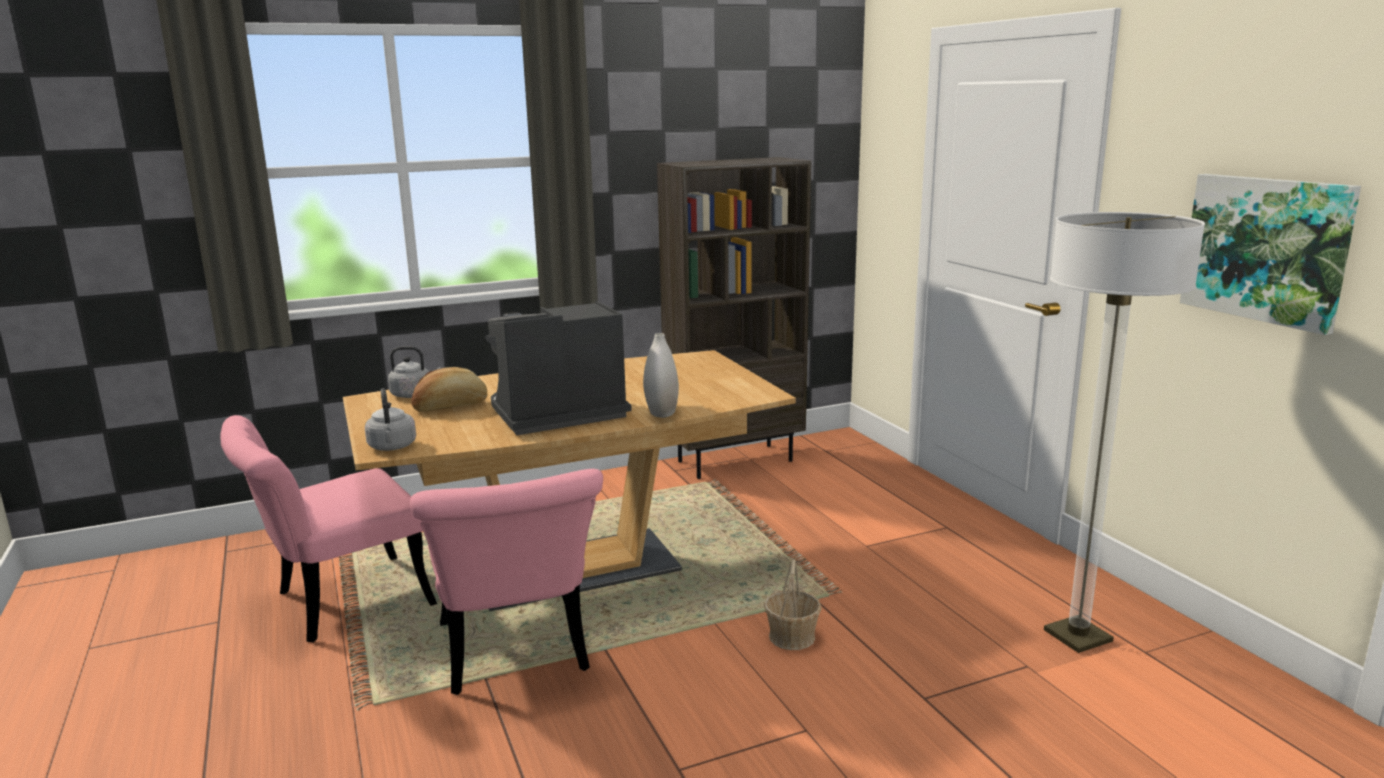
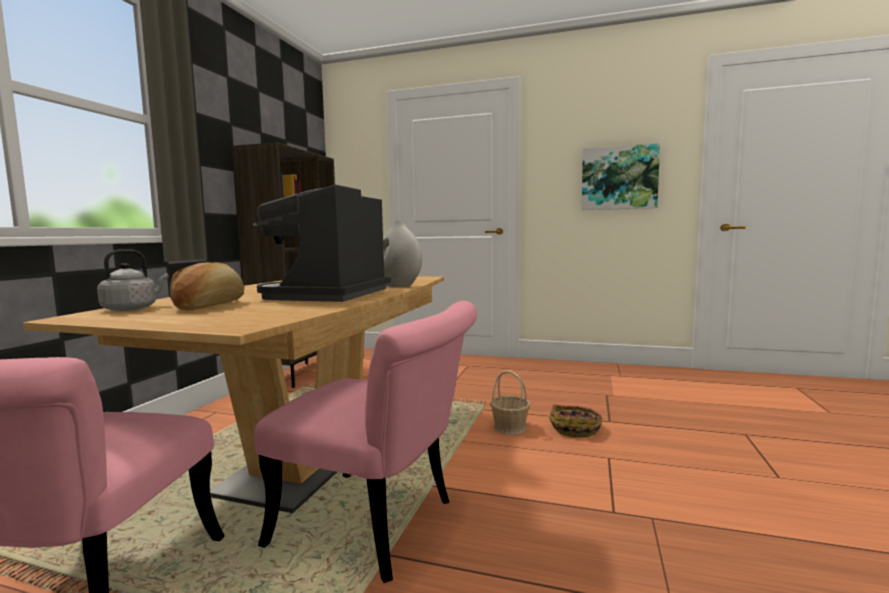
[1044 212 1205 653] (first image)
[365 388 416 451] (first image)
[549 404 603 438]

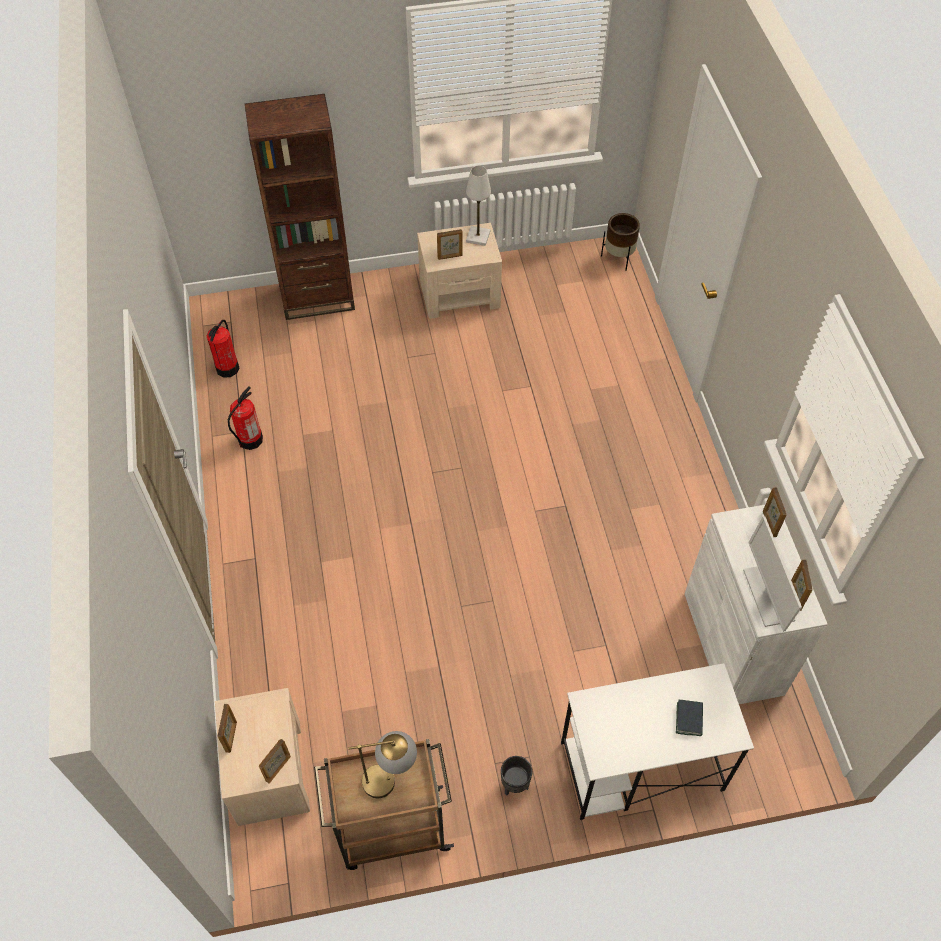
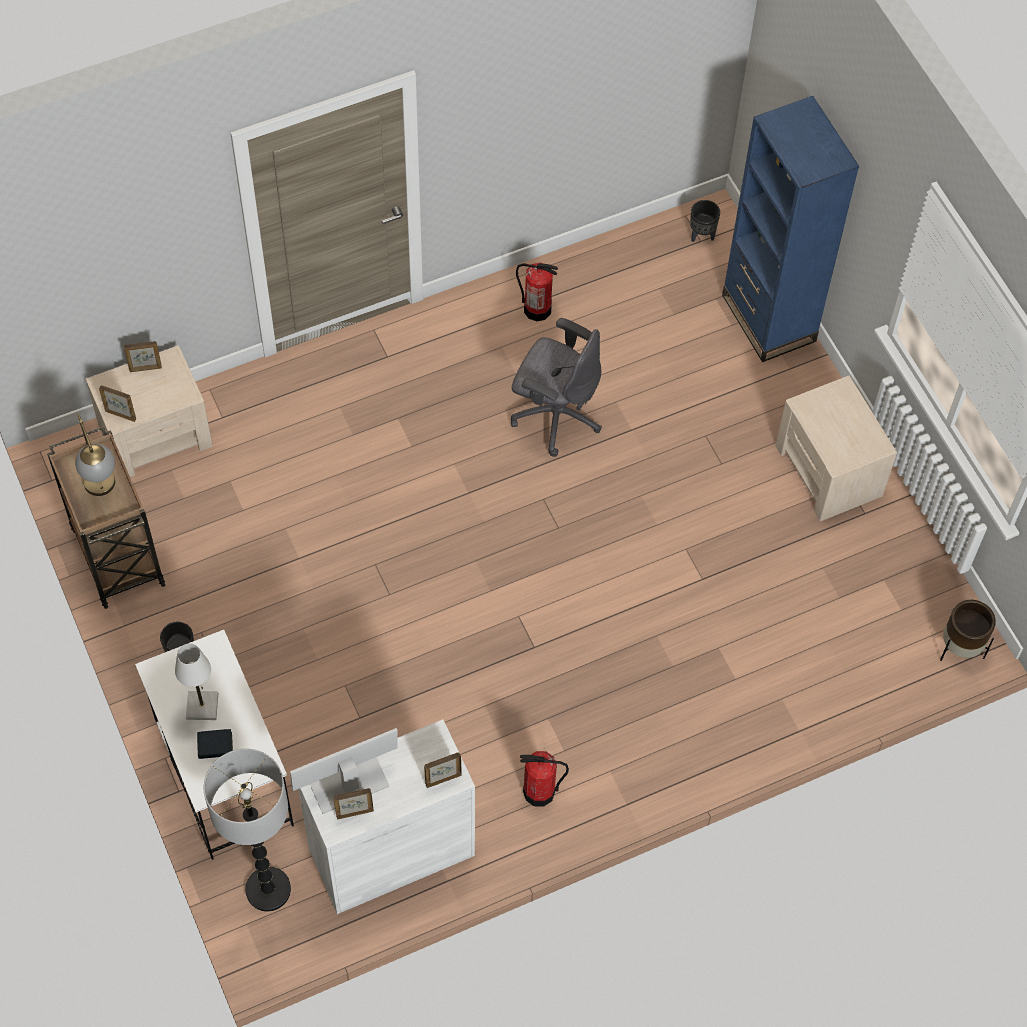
[722 96 859 362]
[175 643 218 720]
[437 229 463 260] (first image)
[520 751 569 806]
[690 200 720 242]
[511 318 602 457]
[203 749 291 912]

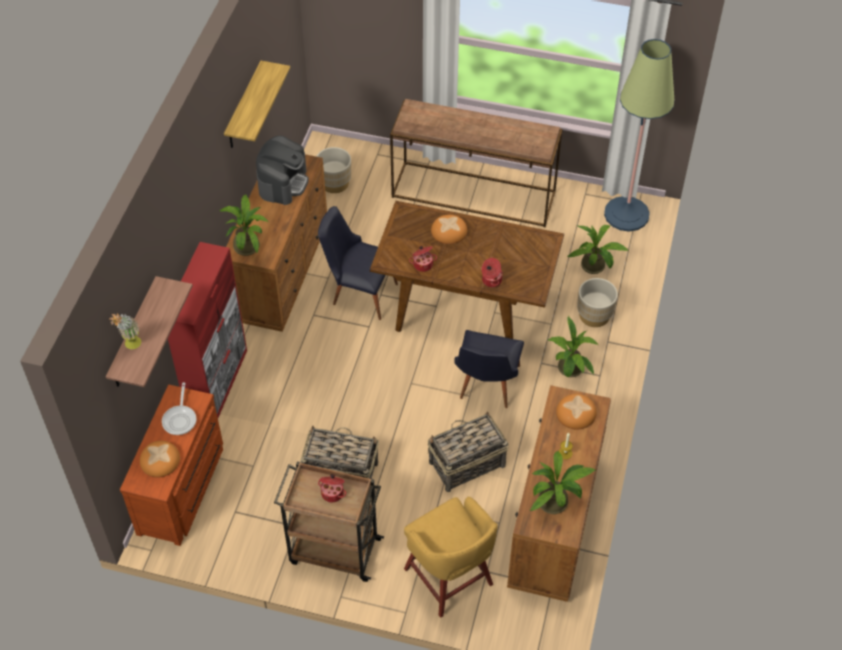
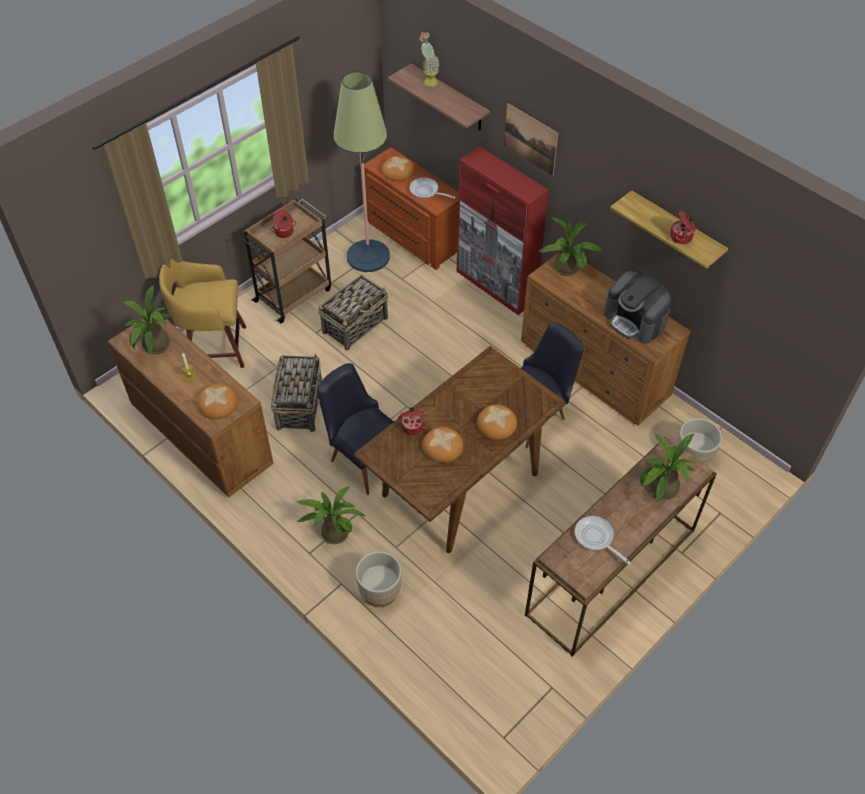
[334 71 390 272]
[640 433 697 502]
[670 211 695 244]
[504 103 558 176]
[422 427 464 463]
[575 516 631 565]

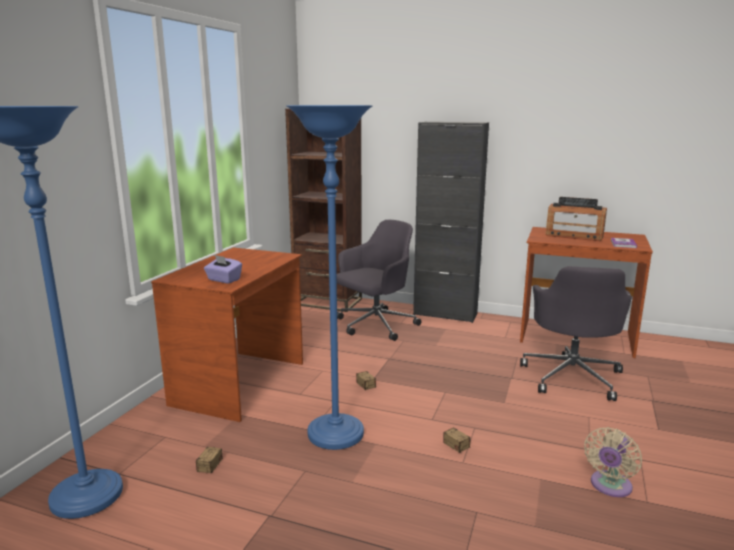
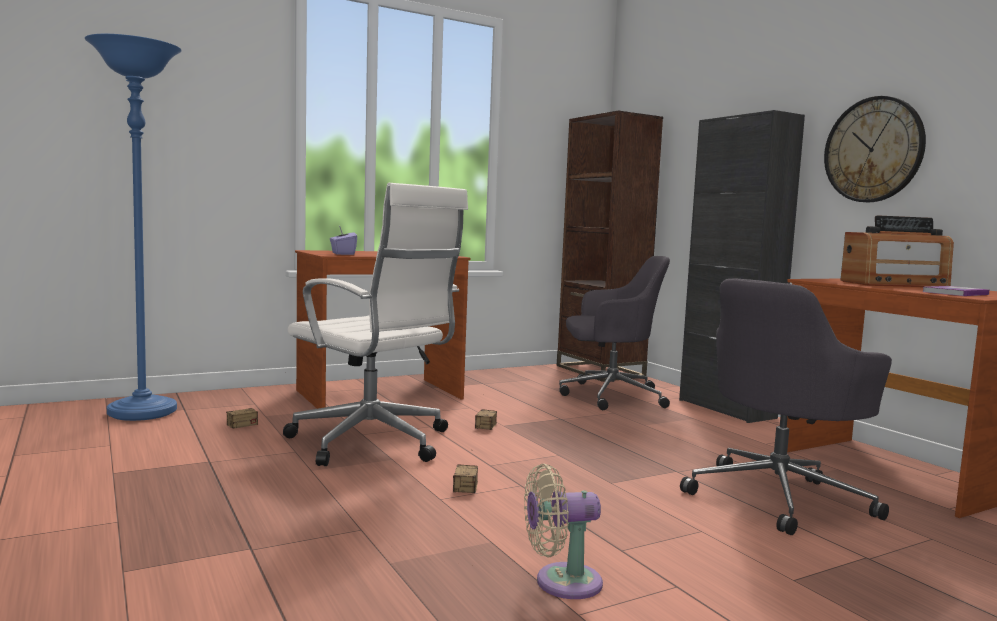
[283 183 468 466]
[840 215 954 287]
[824 96 926 202]

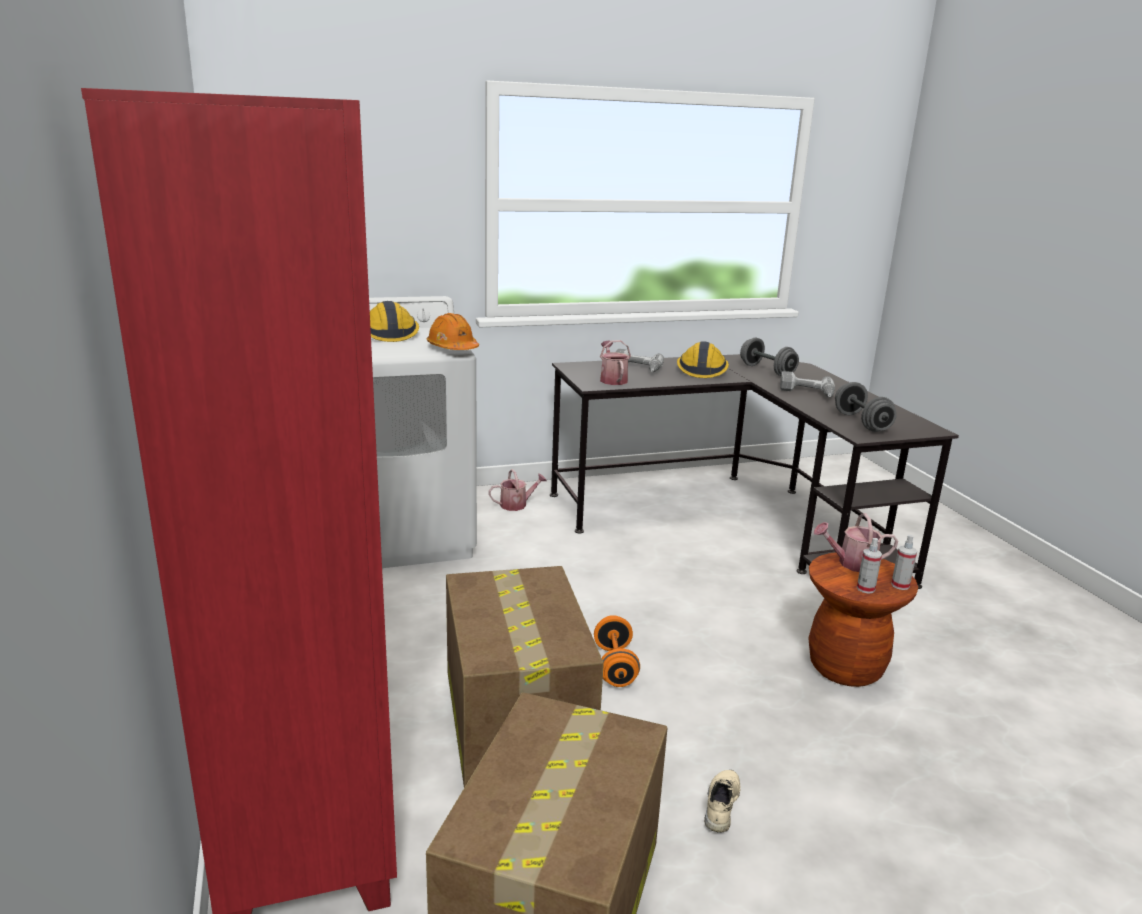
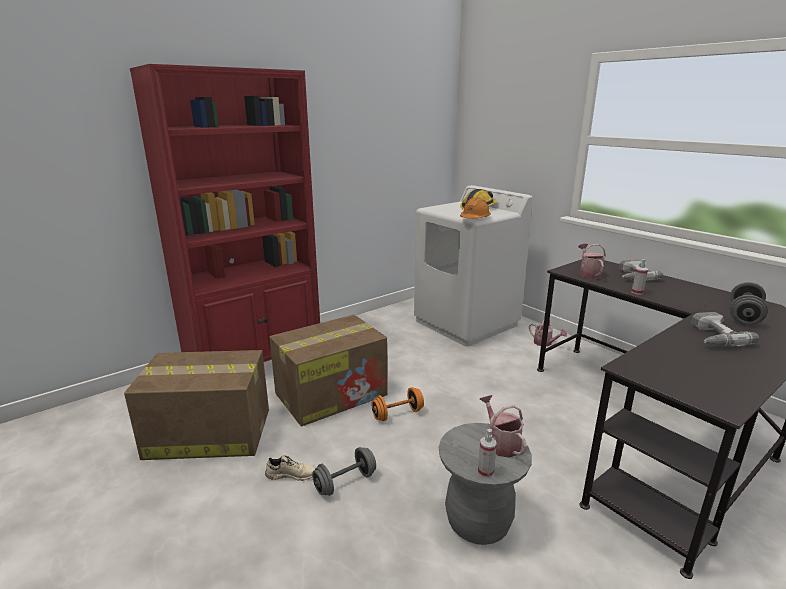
[578 243 606 278]
[677 342 729 378] (first image)
[312 447 376 496]
[631 259 648 295]
[439 423 532 545]

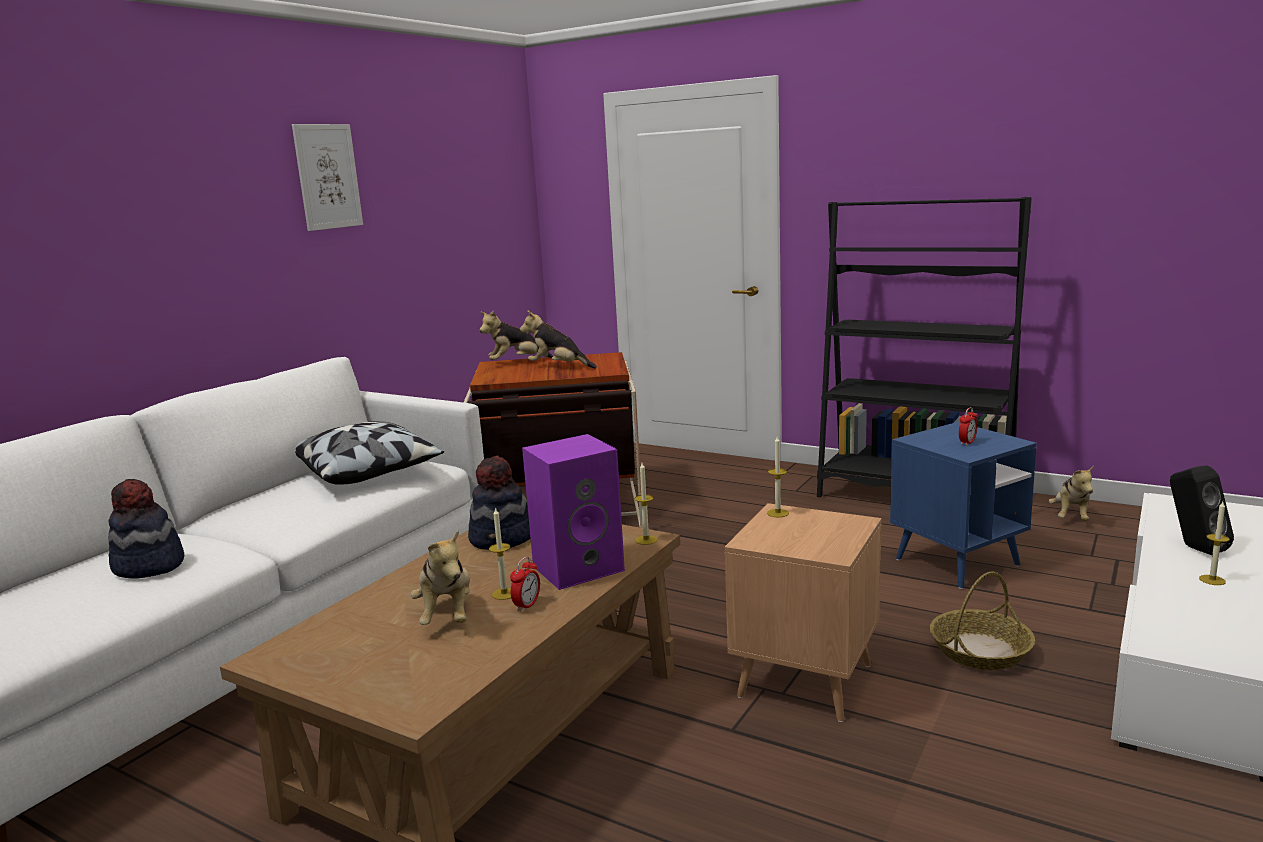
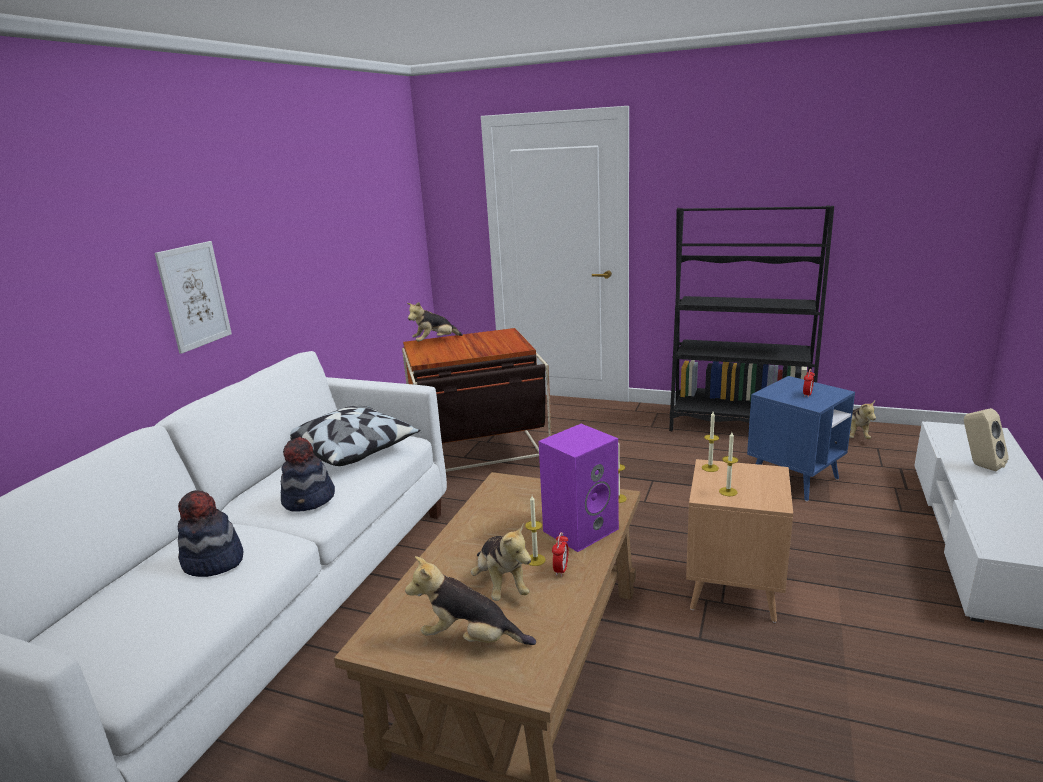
[154 241 232 354]
[405 556 536 645]
[281 437 335 512]
[964 408 1009 471]
[719 432 738 496]
[930 571 1035 670] (first image)

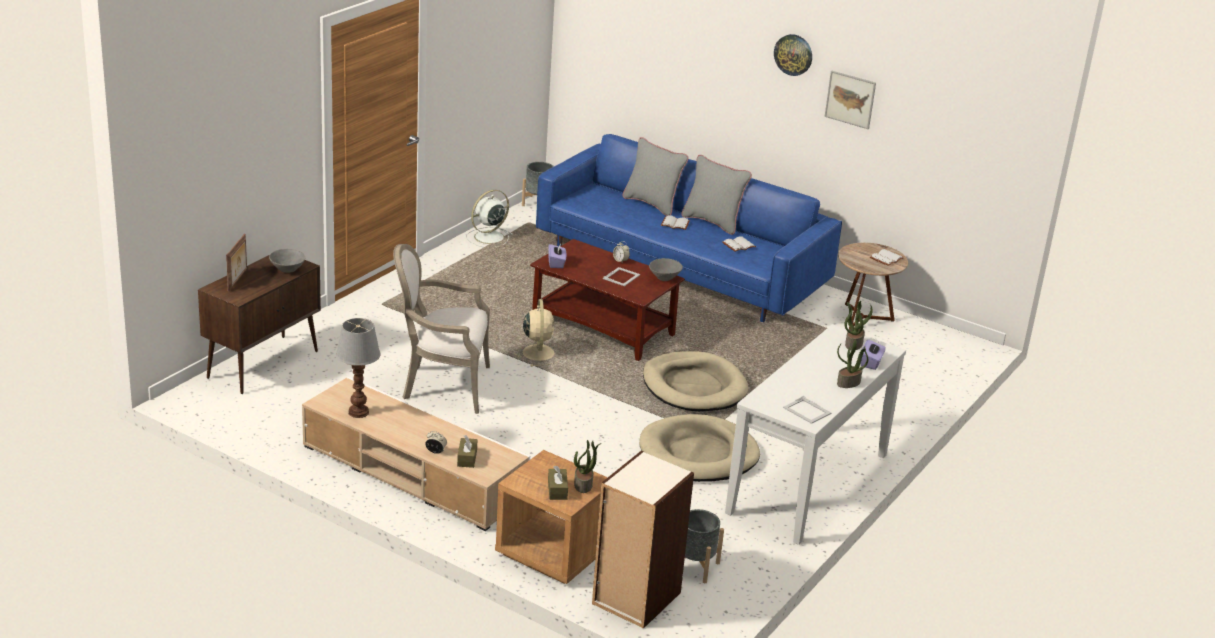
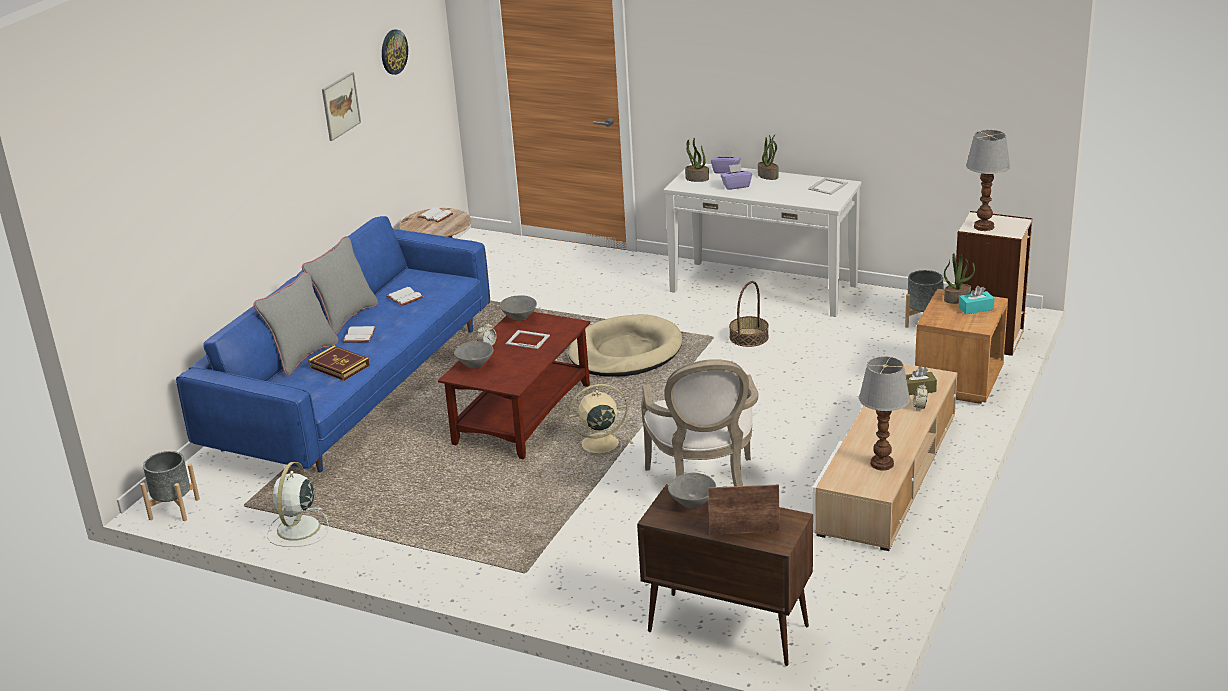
[382 30 408 75]
[267 462 329 547]
[720 164 752 190]
[729 281 769 347]
[958 286 994 315]
[966 130 1010 231]
[454 341 494 369]
[308 346 370 381]

